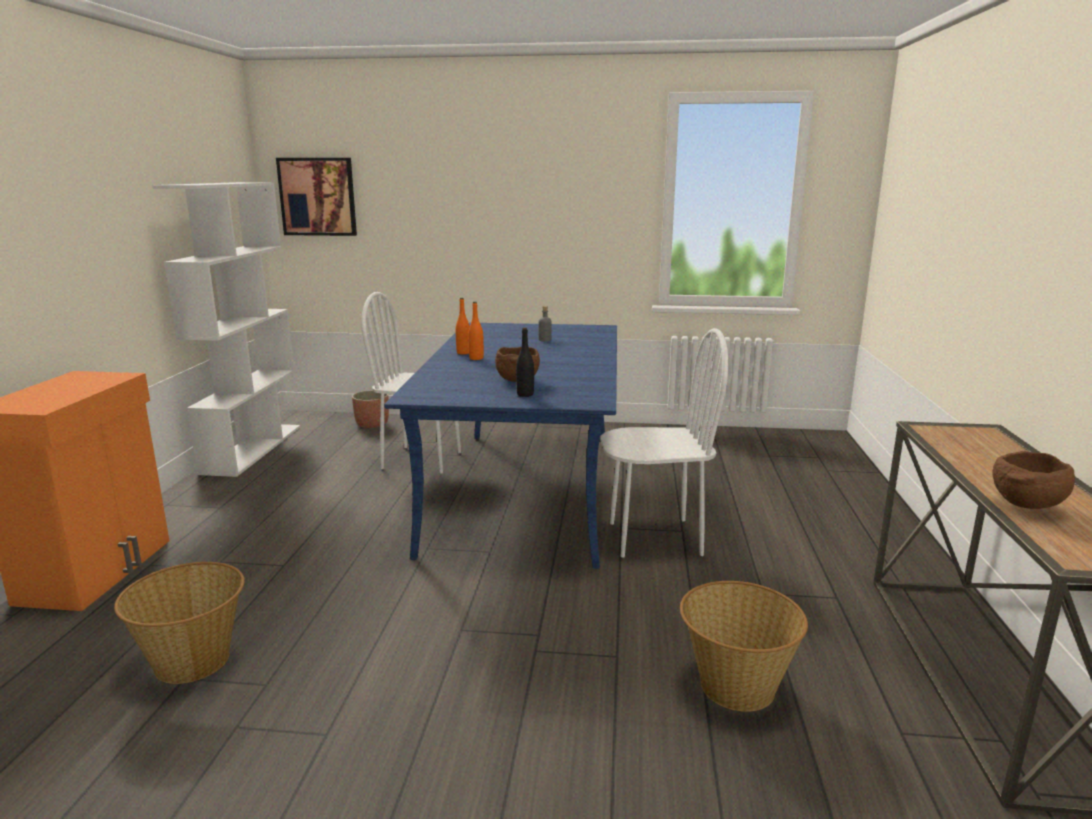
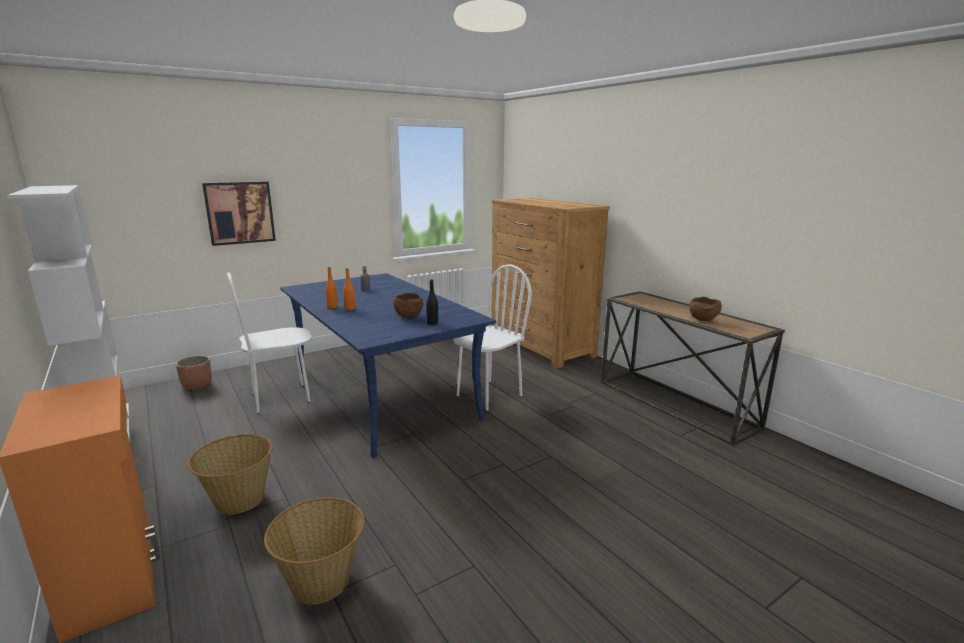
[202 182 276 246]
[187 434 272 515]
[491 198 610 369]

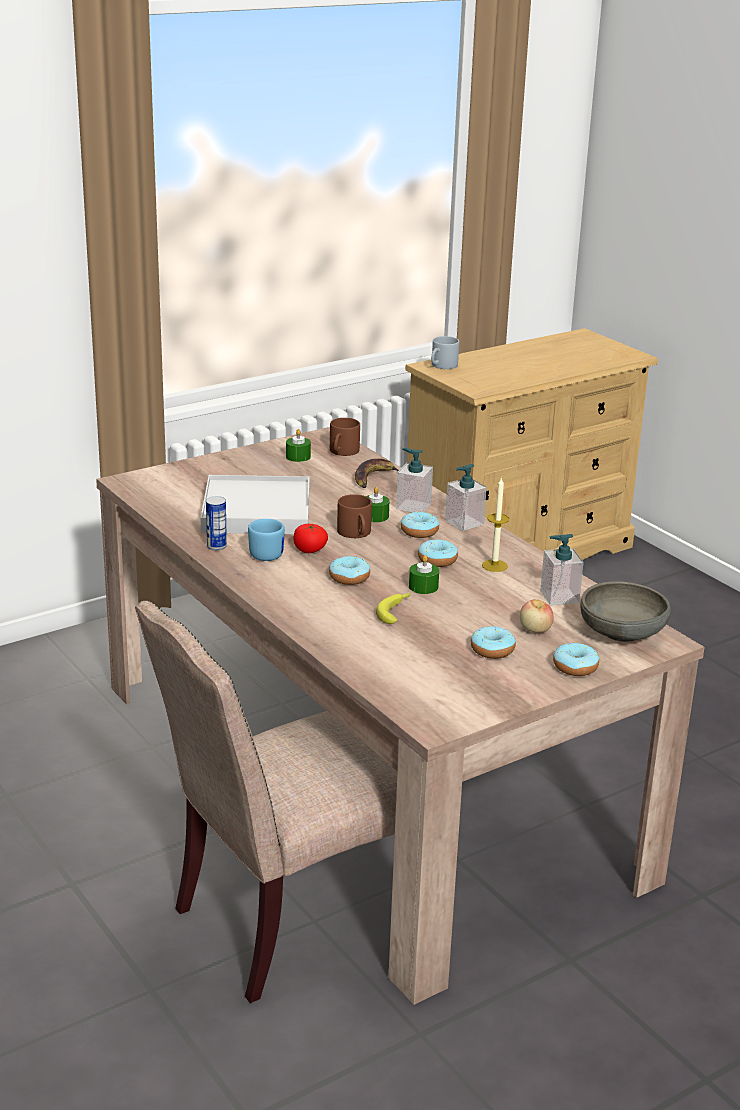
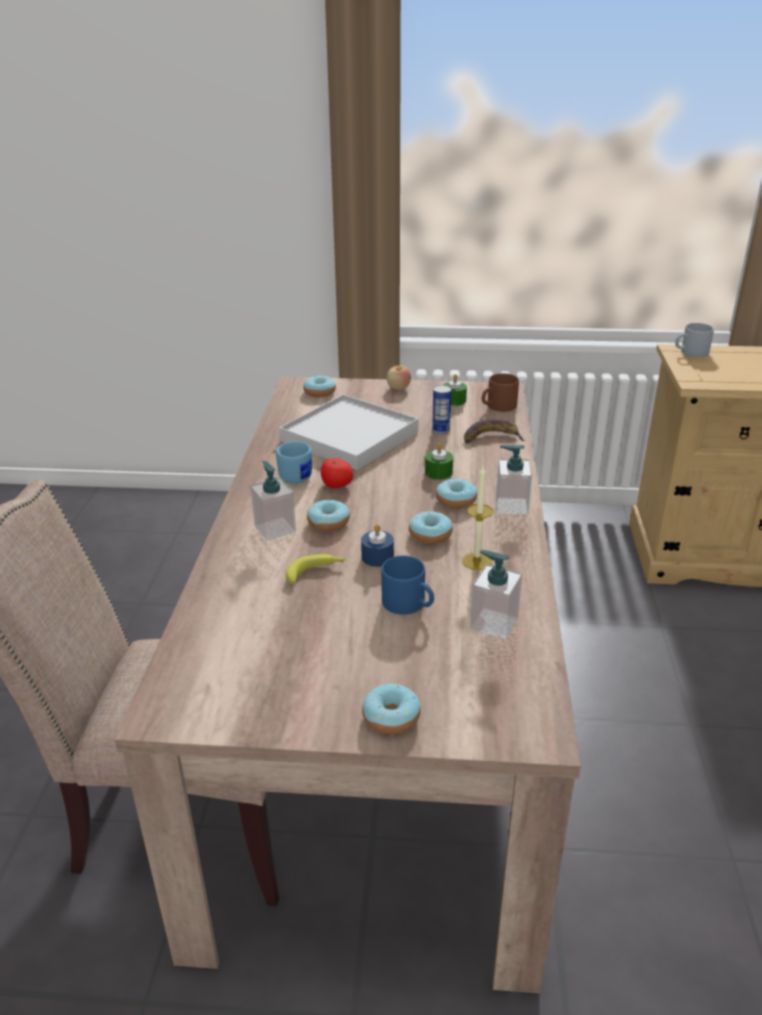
[251 461 296 541]
[337 494 372 538] (first image)
[432 385 451 435]
[361 524 394 567]
[581 581 671 642] (first image)
[387 365 411 390]
[303 376 336 397]
[381 556 434 615]

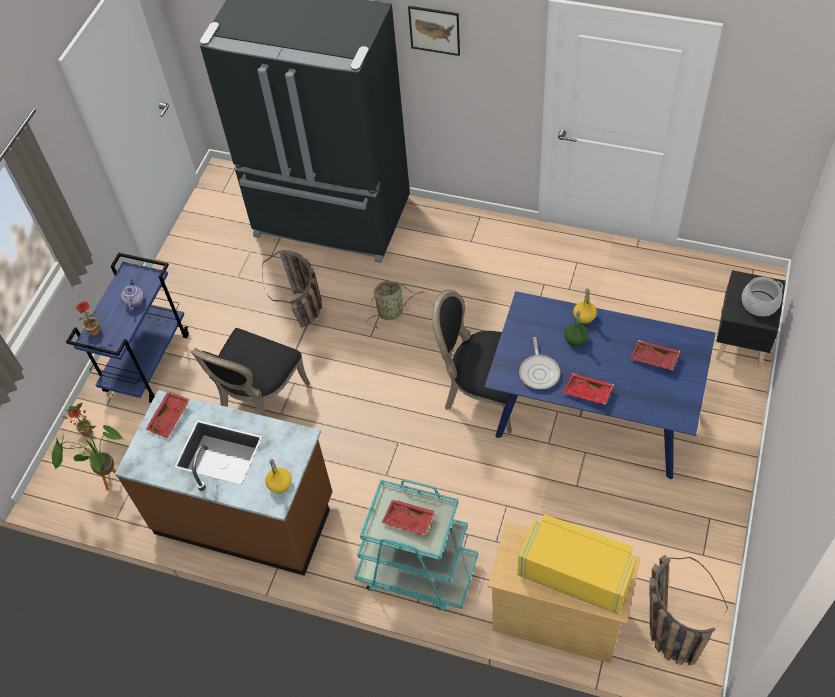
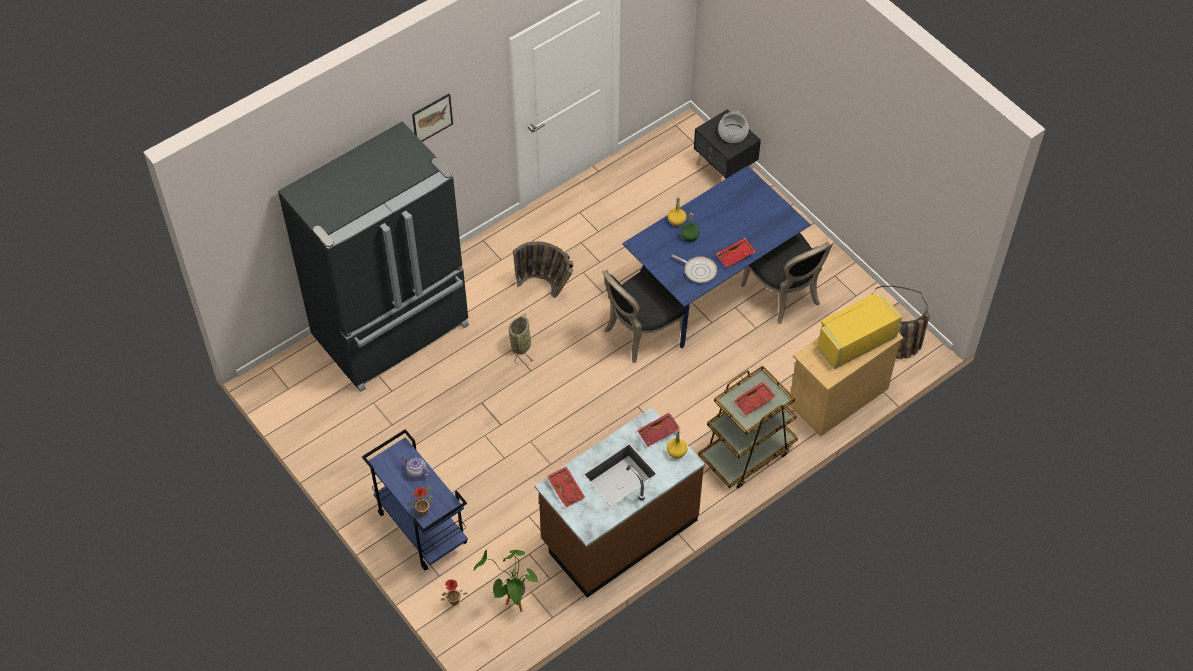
[513 241 574 298]
[741 233 832 324]
[637 413 680 446]
[699 365 798 489]

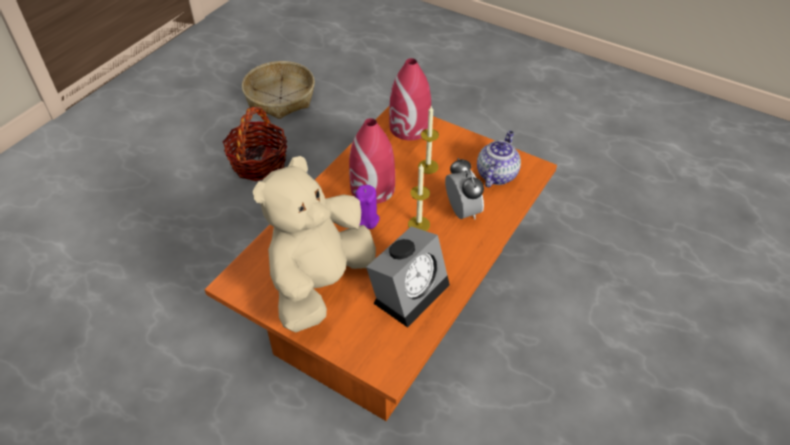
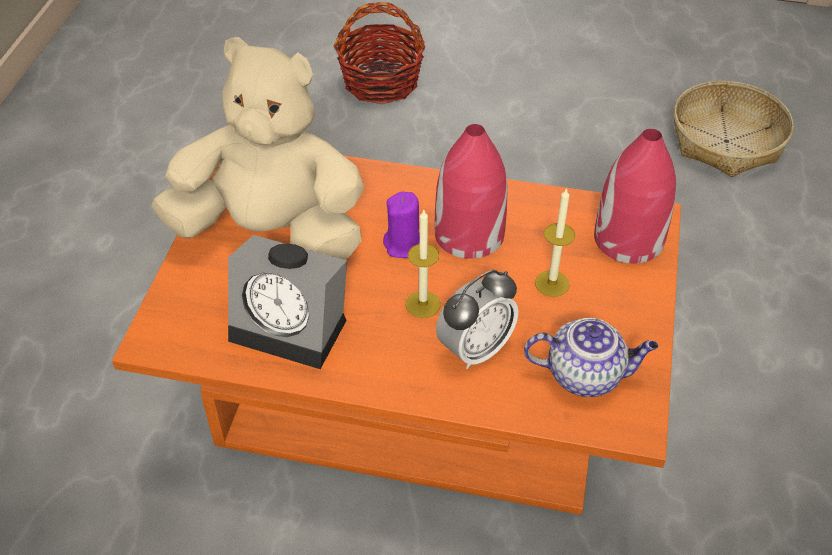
[334 2 425 104]

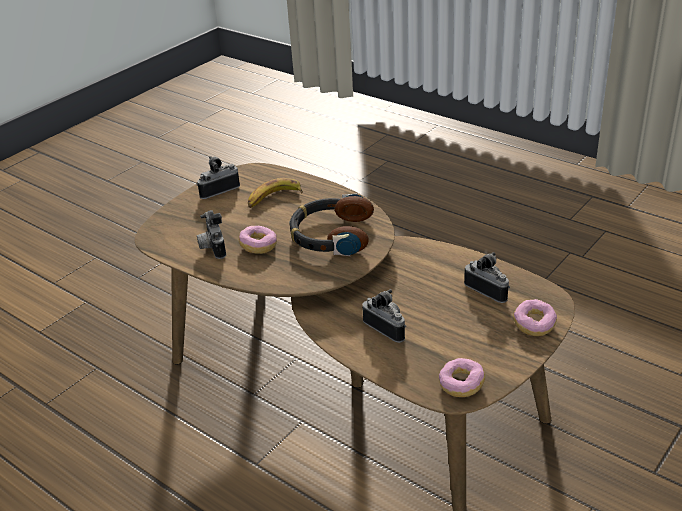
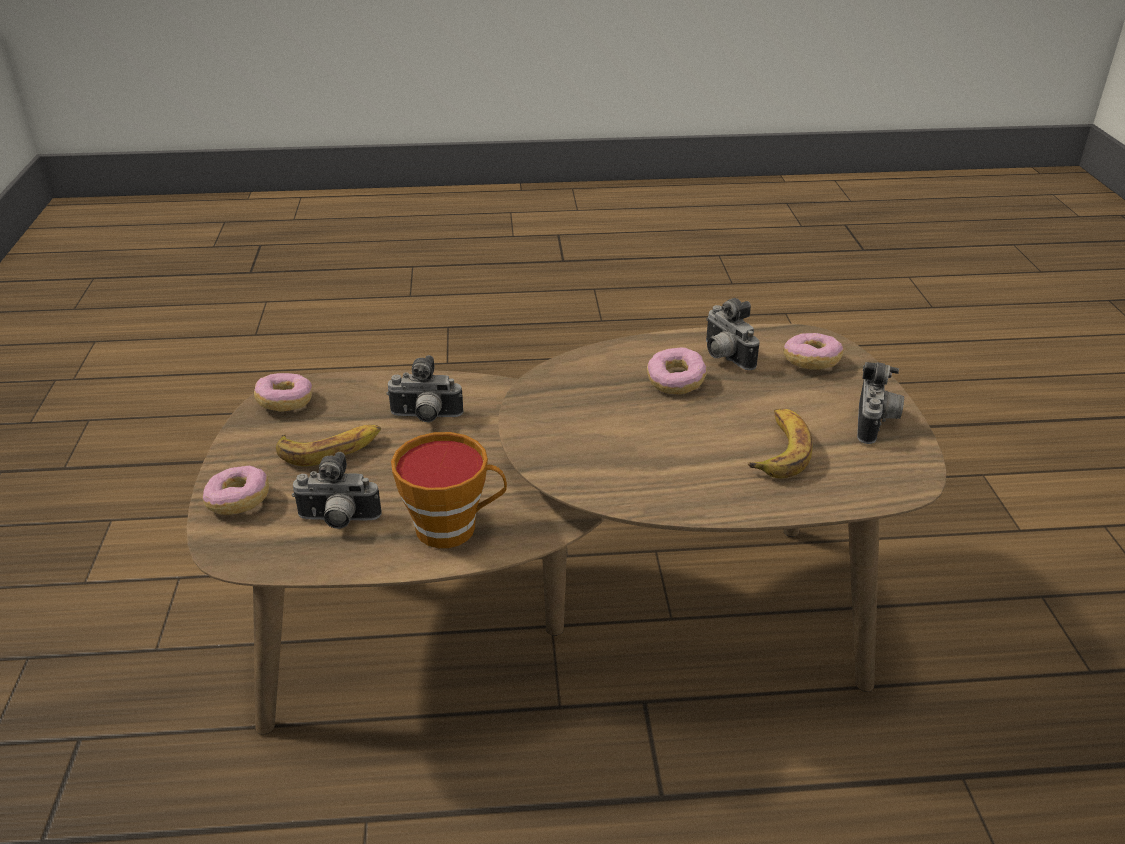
[289 193 374 256] (first image)
[706 298 760 370]
[783 333 843 370]
[276 425 381 467]
[391 432 507 548]

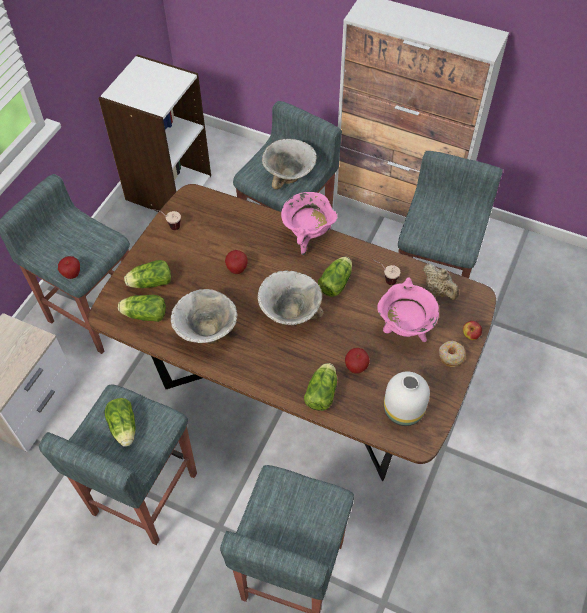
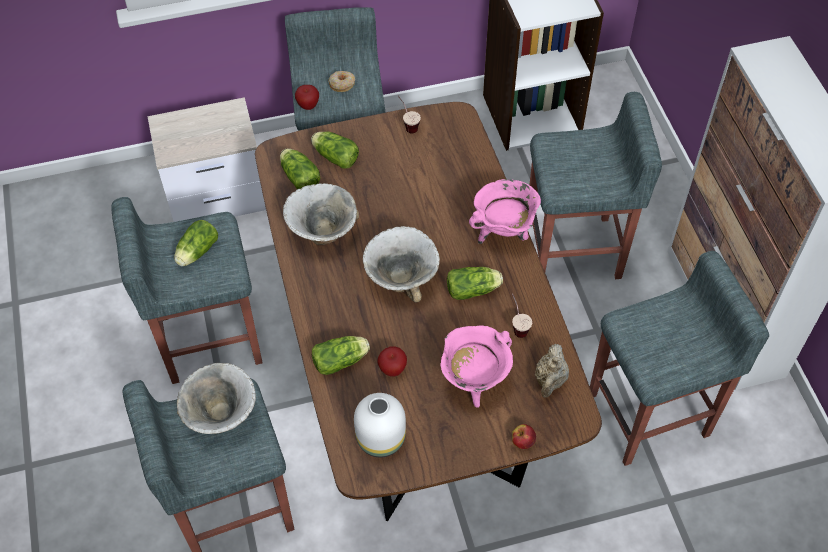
[177 363 256 434]
[225 250 248 274] (first image)
[328 71 355 92]

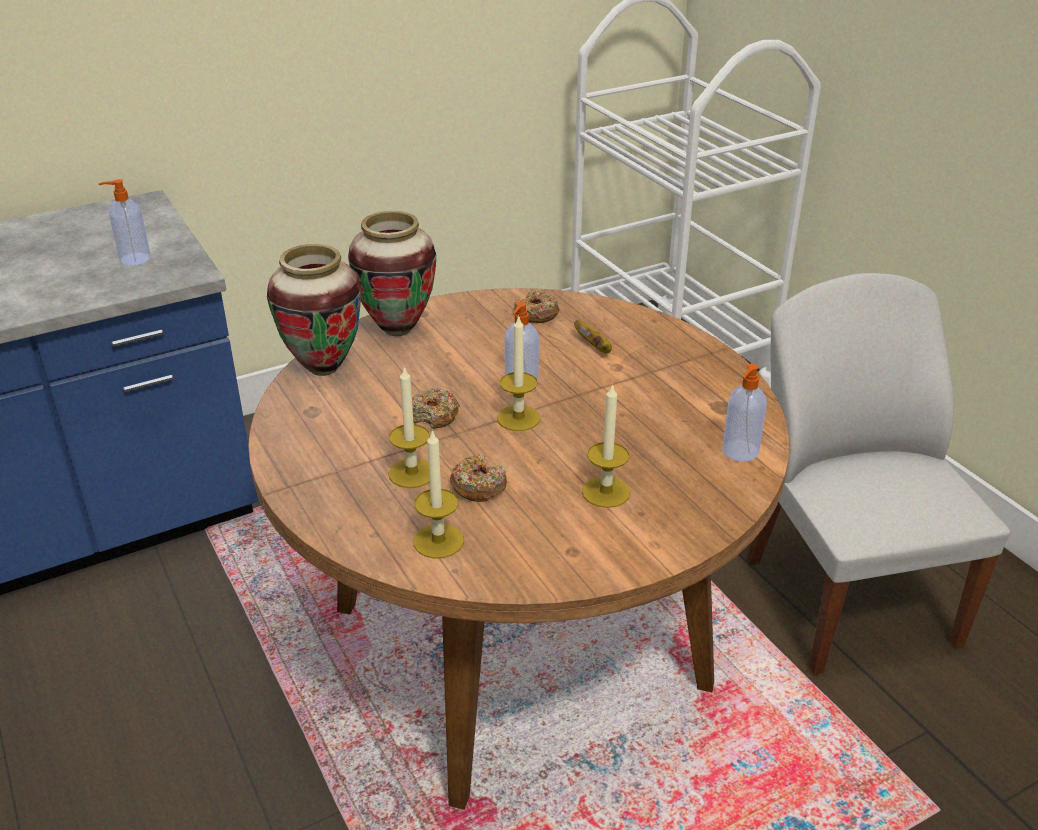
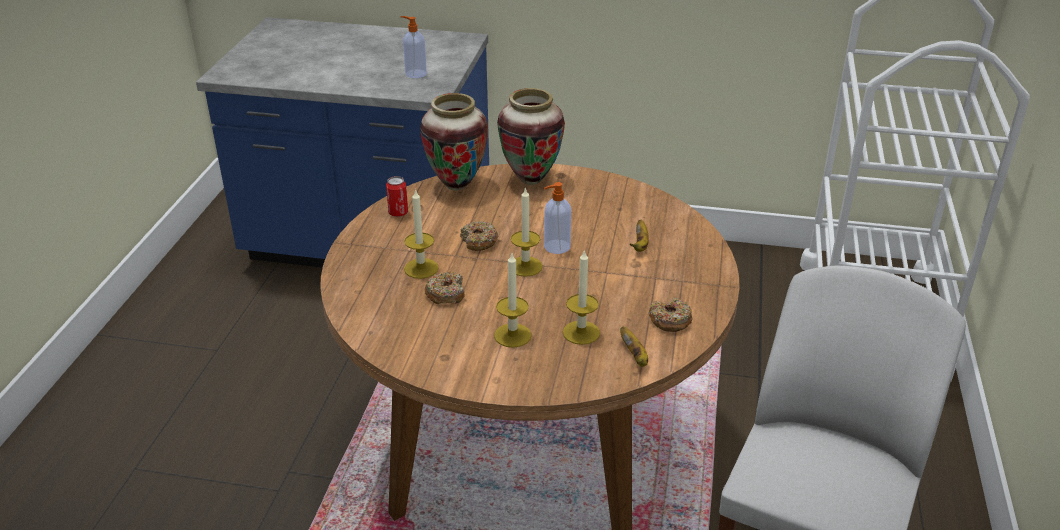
[649 298 692 332]
[620 327 648 367]
[563 249 600 345]
[386 176 408 217]

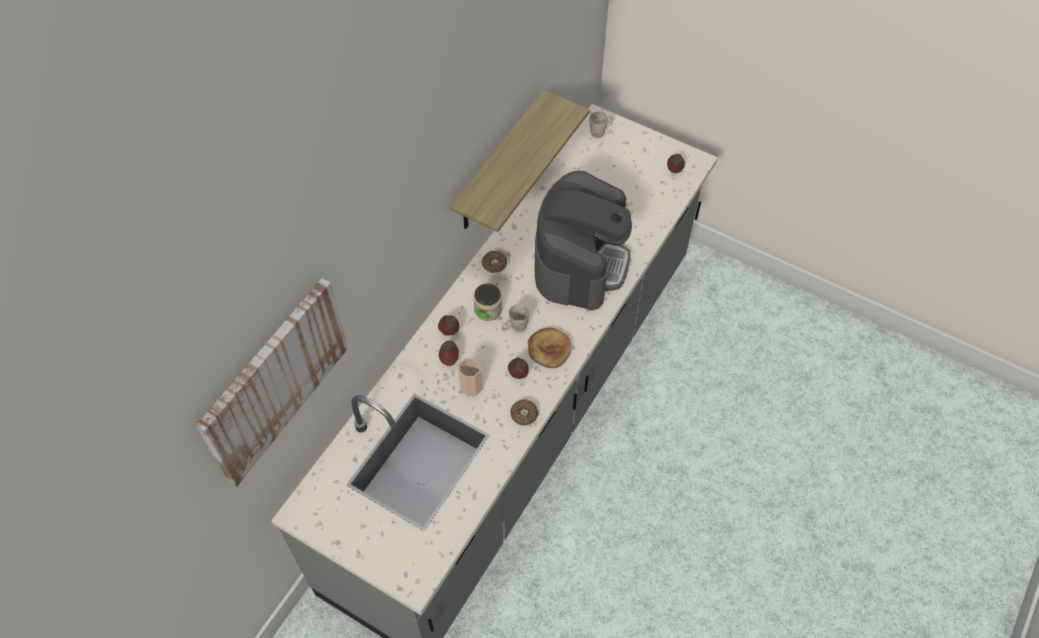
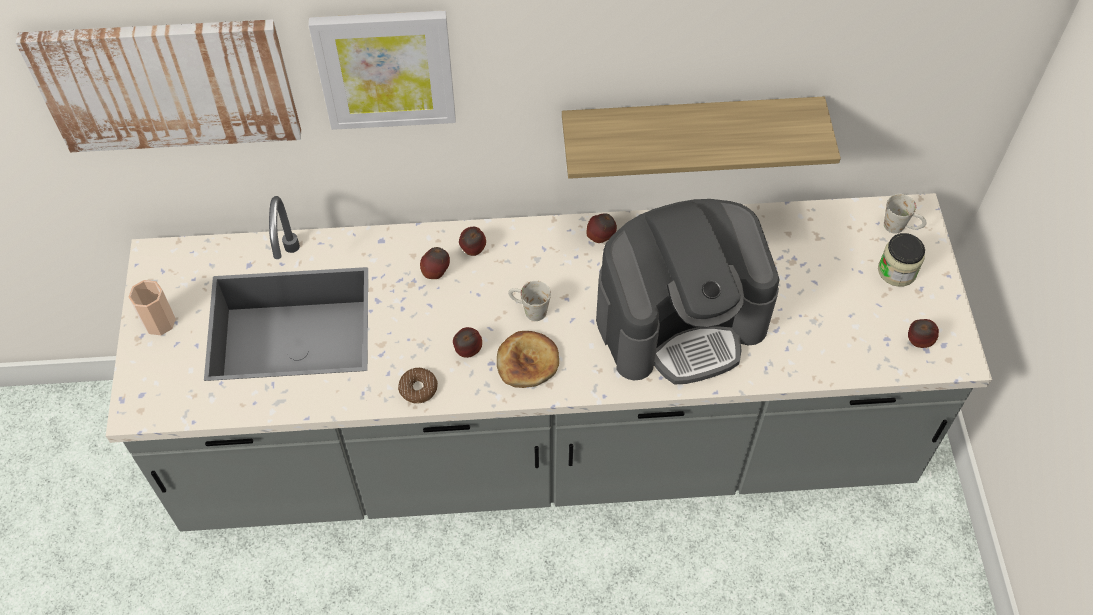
[587 213 617 243]
[878 233 925 287]
[128 280 176 335]
[309 10 456 130]

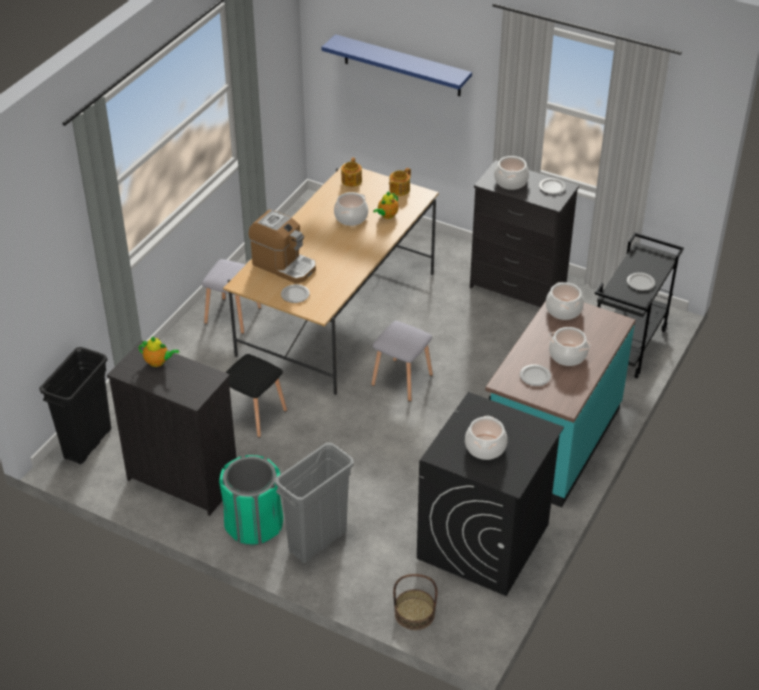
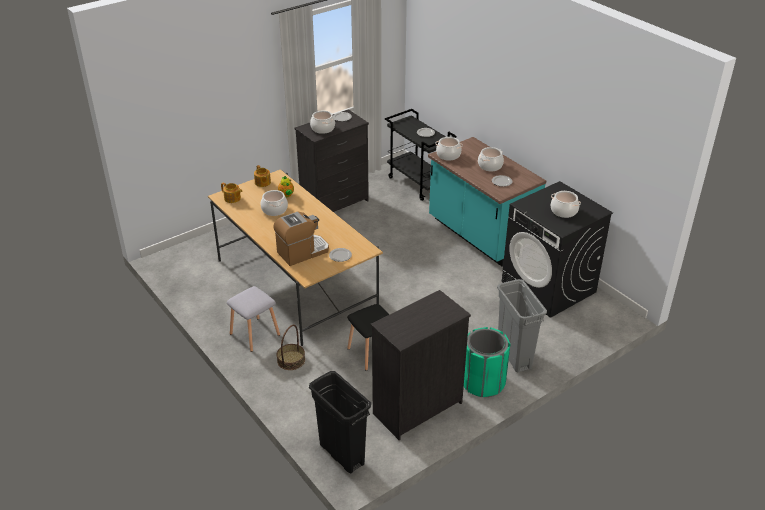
[321 34 472 96] (first image)
[371 321 433 402] (first image)
[139 336 179 367] (first image)
[277 325 305 370]

